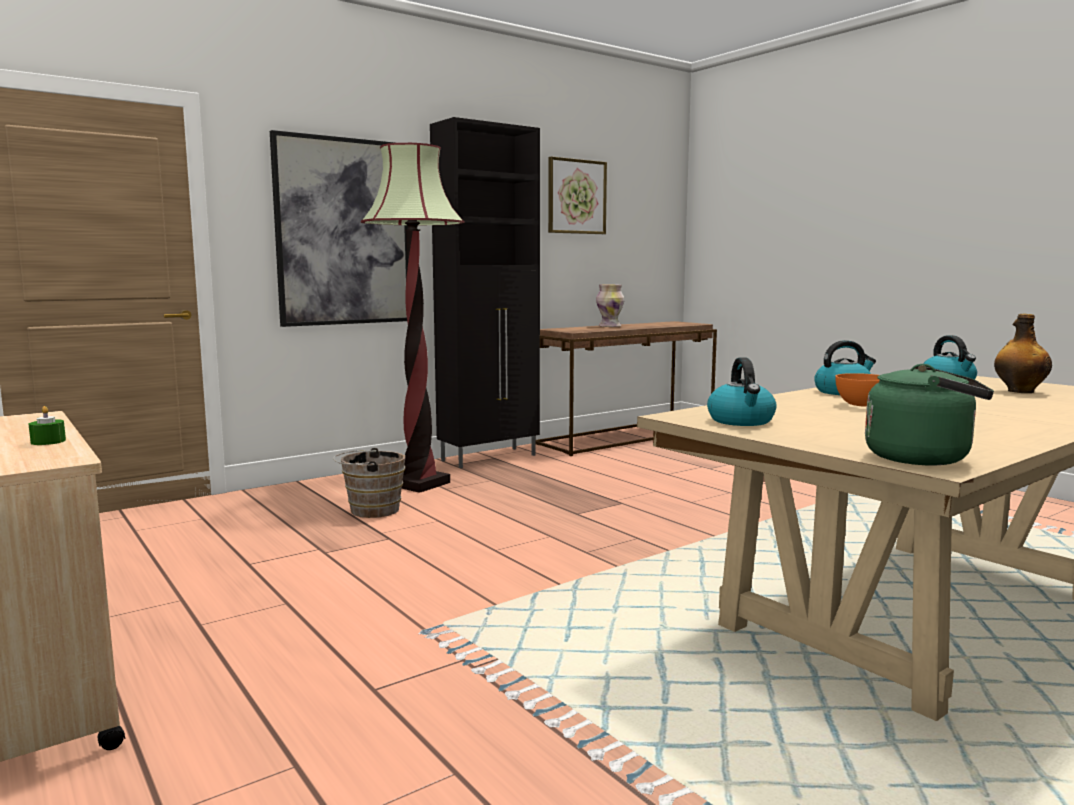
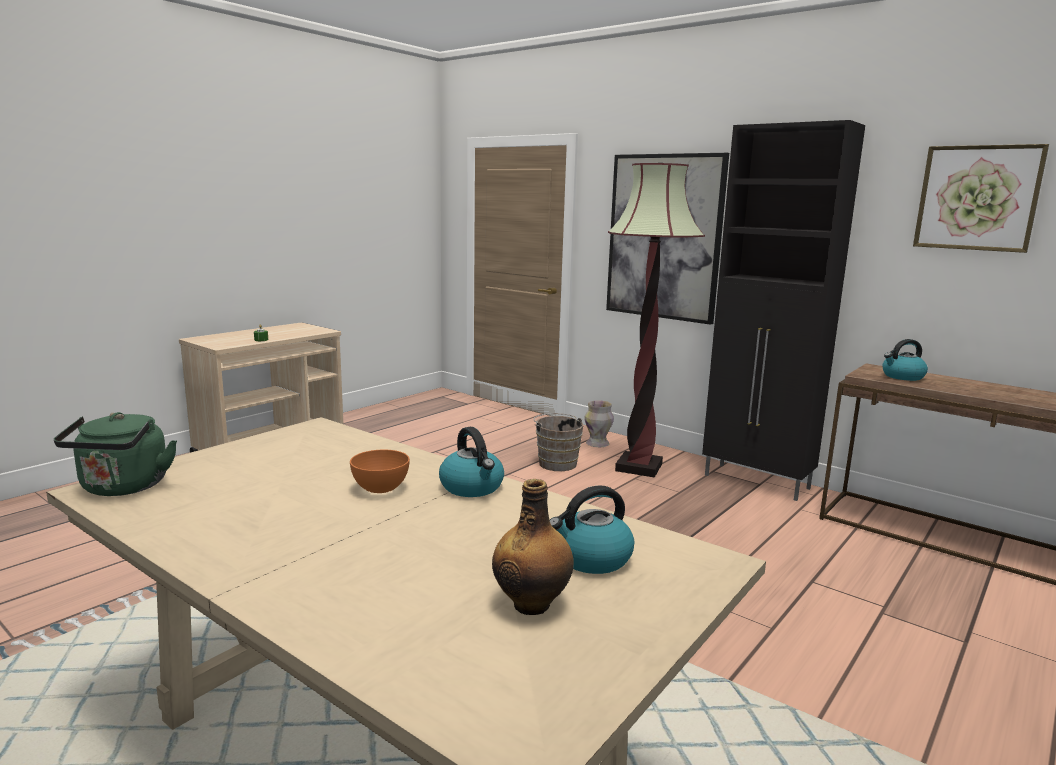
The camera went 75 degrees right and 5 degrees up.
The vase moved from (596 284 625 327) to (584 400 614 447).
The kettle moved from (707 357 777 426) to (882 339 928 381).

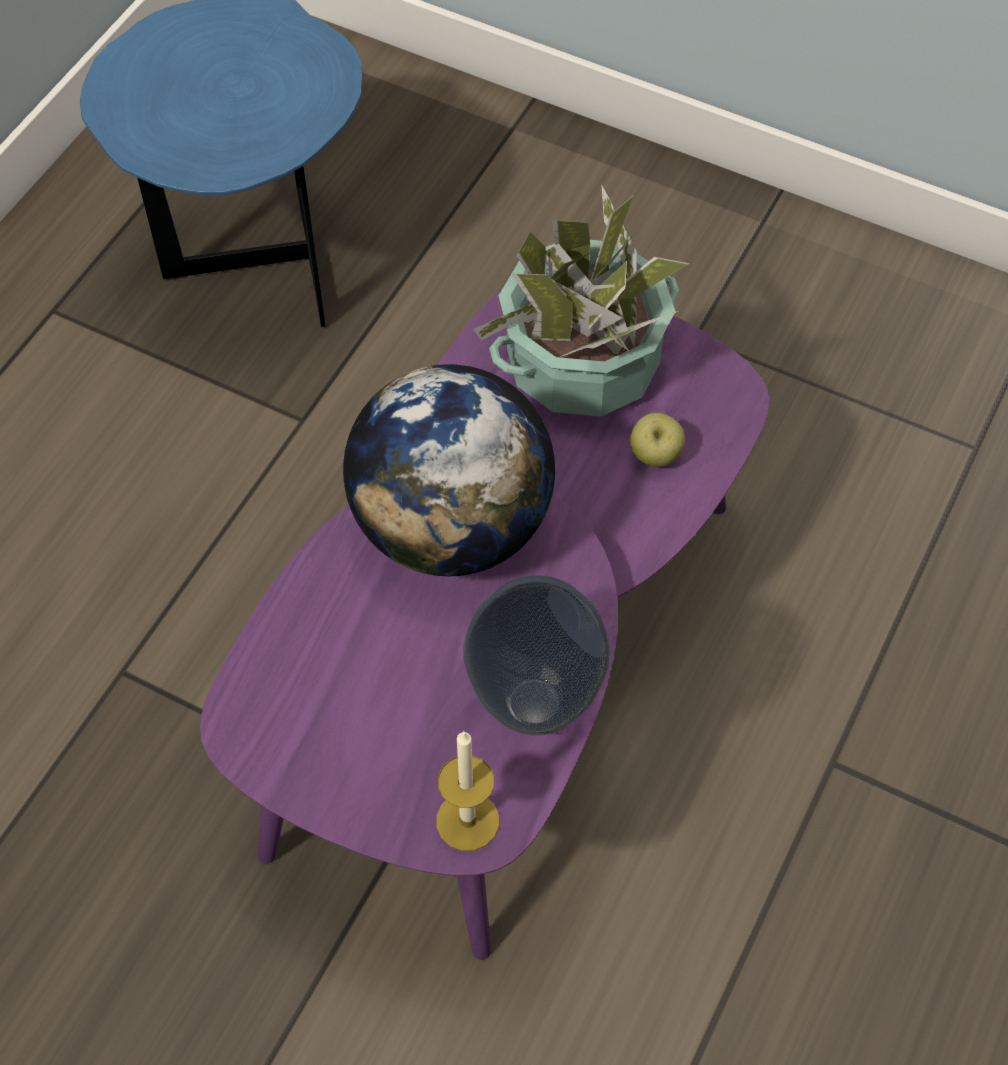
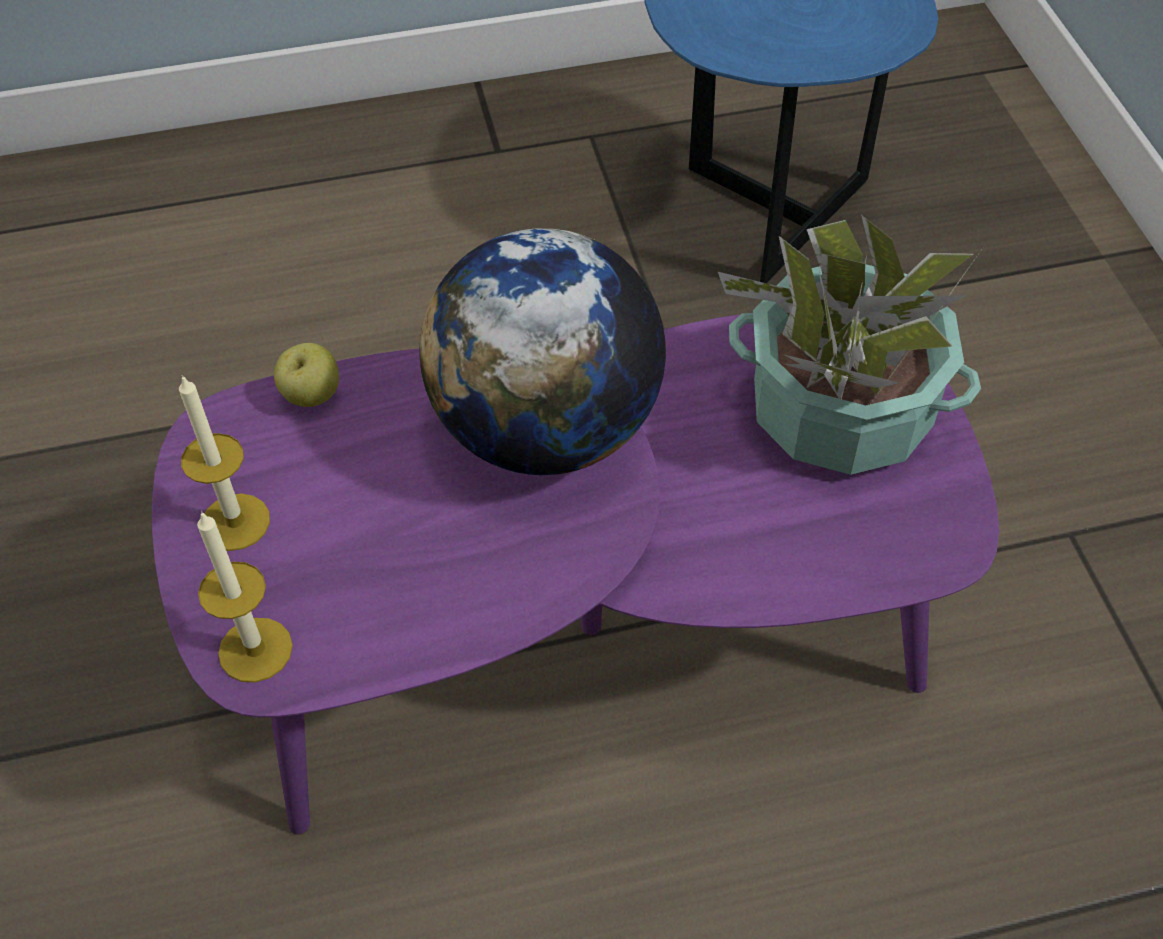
The camera went 50 degrees right and 5 degrees down.
The apple fruit moved from (630 412 685 467) to (274 343 339 407).
The vase at (463 575 610 735) disappeared.
The wax light at (179 375 270 551) appeared.

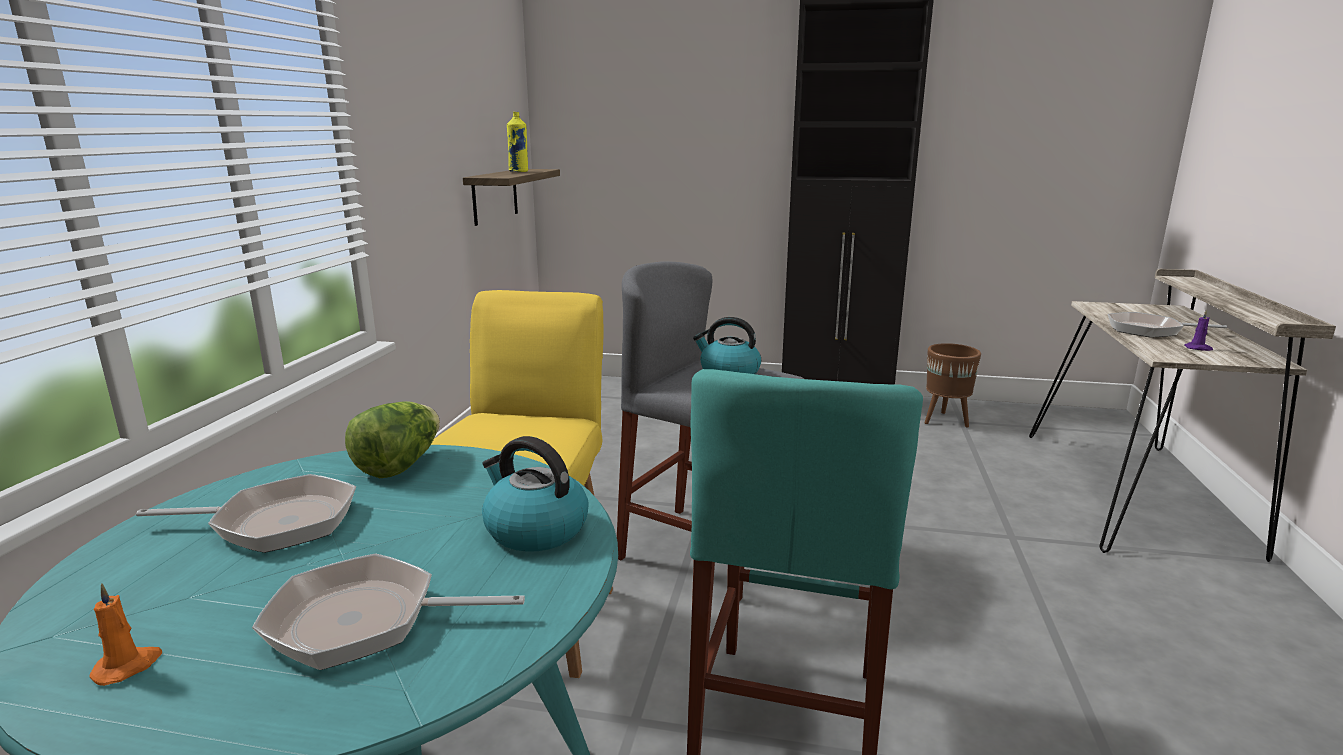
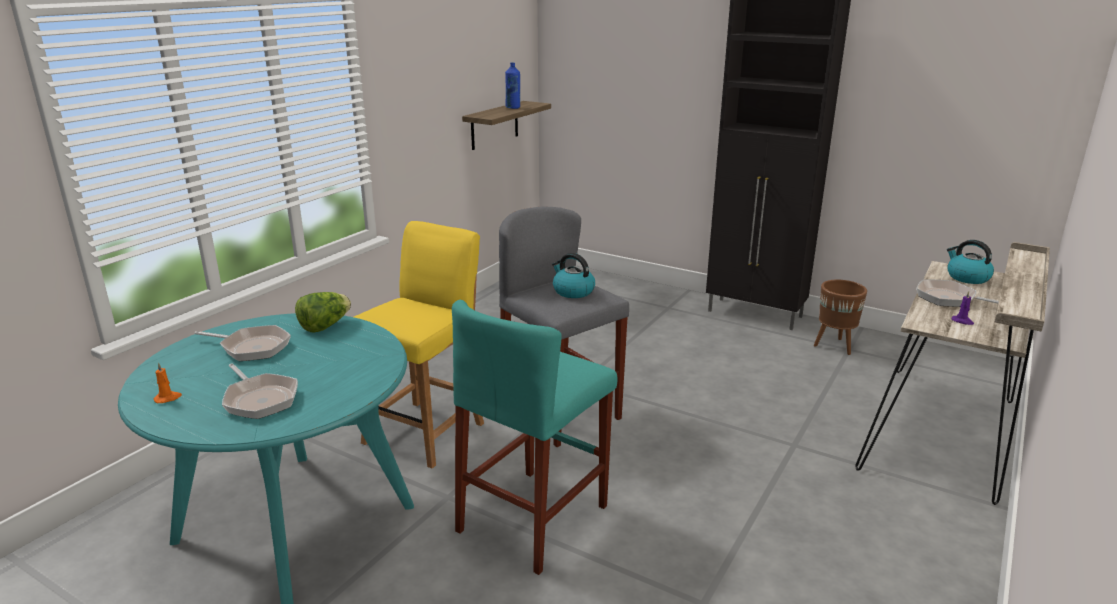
The camera went 20 degrees right and 5 degrees up.
The drink bottle/yellowish at (507 112 528 172) became the drink bottle/blue at (505 63 520 109).
The kettle moved from (482 436 589 552) to (947 240 994 284).
The pan at (252 553 525 670) turned 150 degrees counterclockwise.

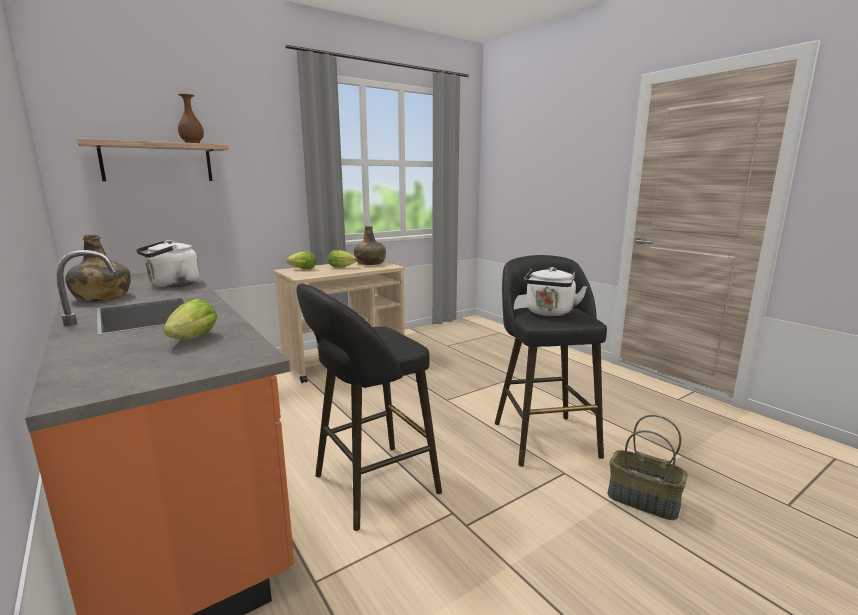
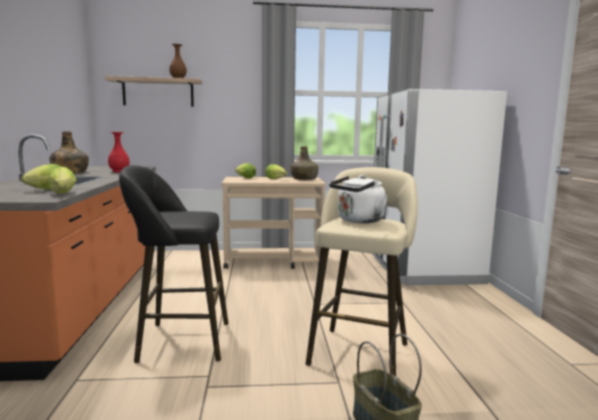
The camera went 30 degrees right and 5 degrees down.
The kettle/white-coloured at (136 240 200 288) was replaced by the vase/reddish at (108 132 130 172).
The sitting stool/black-coloured at (495 255 607 467) became the sitting stool/sand-coloured at (306 167 418 376).
The refrigerator/white-coloured at (372 89 507 285) appeared.
The head of lettuce at (48 166 77 194) appeared.

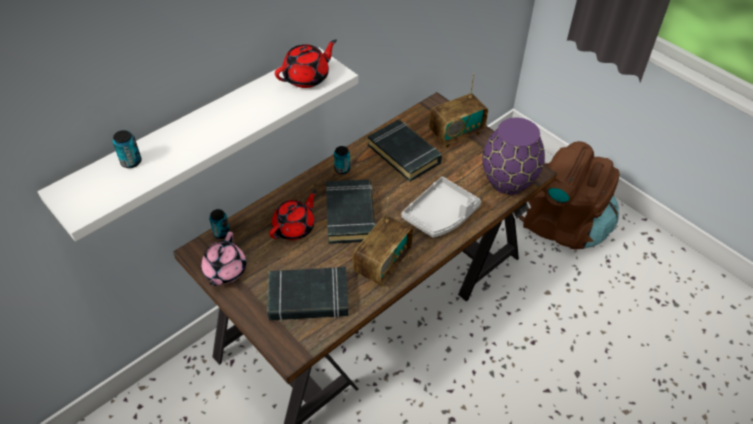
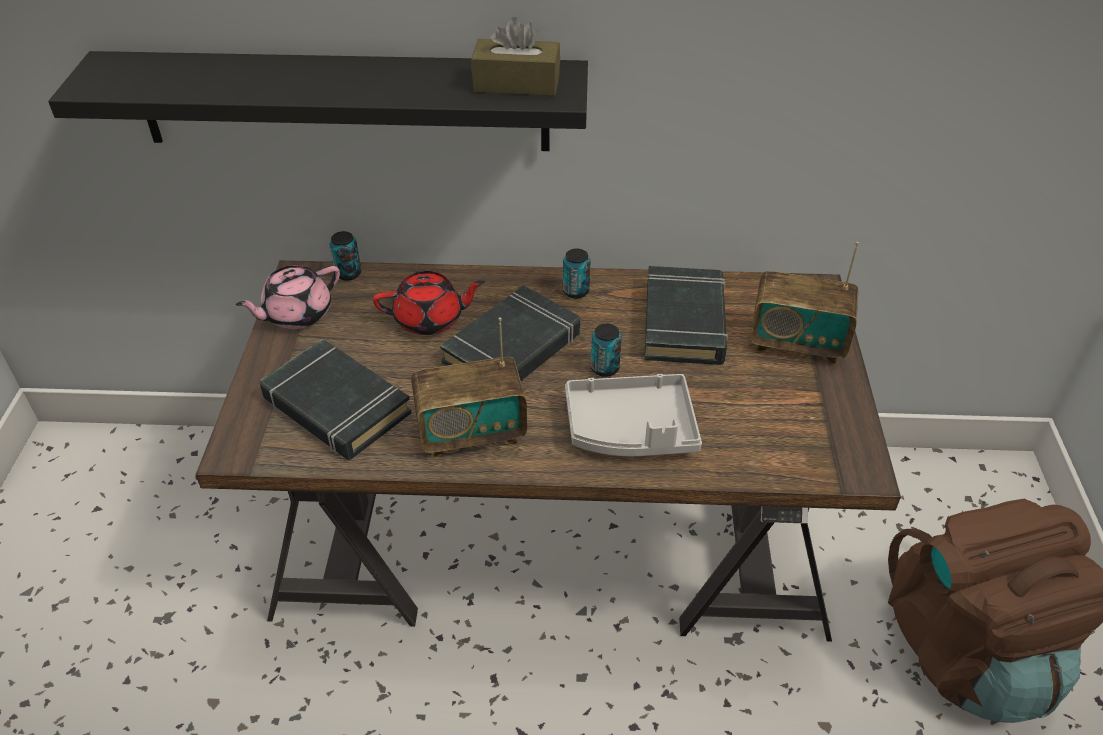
The camera went 45 degrees right and 5 degrees down.
The teapot/reddish at (275 39 337 88) was replaced by the tissue box/brown at (471 17 560 96).
The bracket shelf/white-coloured at (38 47 358 241) became the bracket shelf/black-coloured at (48 51 588 151).
The vase/purplish at (482 118 545 195) disappeared.
The can moved from (113 130 142 168) to (591 323 622 377).

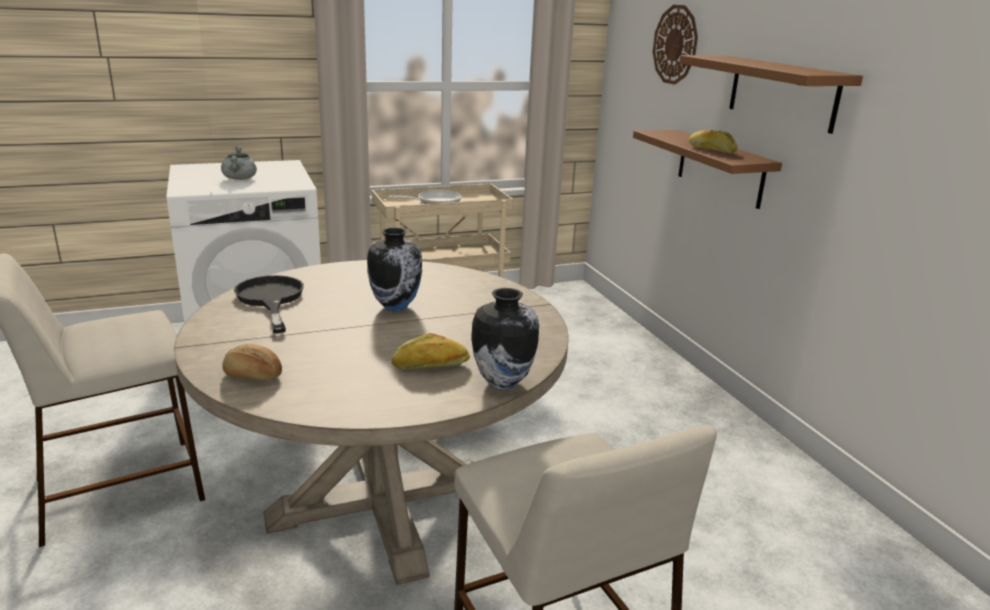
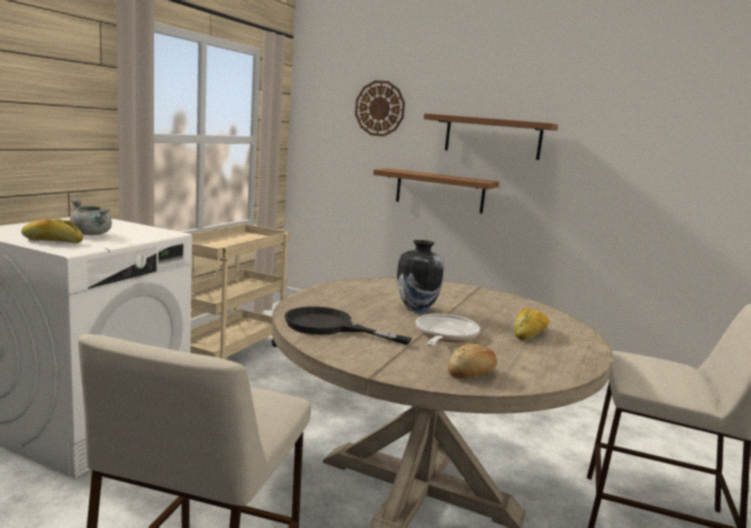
The camera went 45 degrees left and 10 degrees down.
The bread moved from (689 130 737 153) to (21 219 83 243).
The pan moved from (388 190 461 204) to (416 314 480 347).
The vase at (471 288 539 390) disappeared.

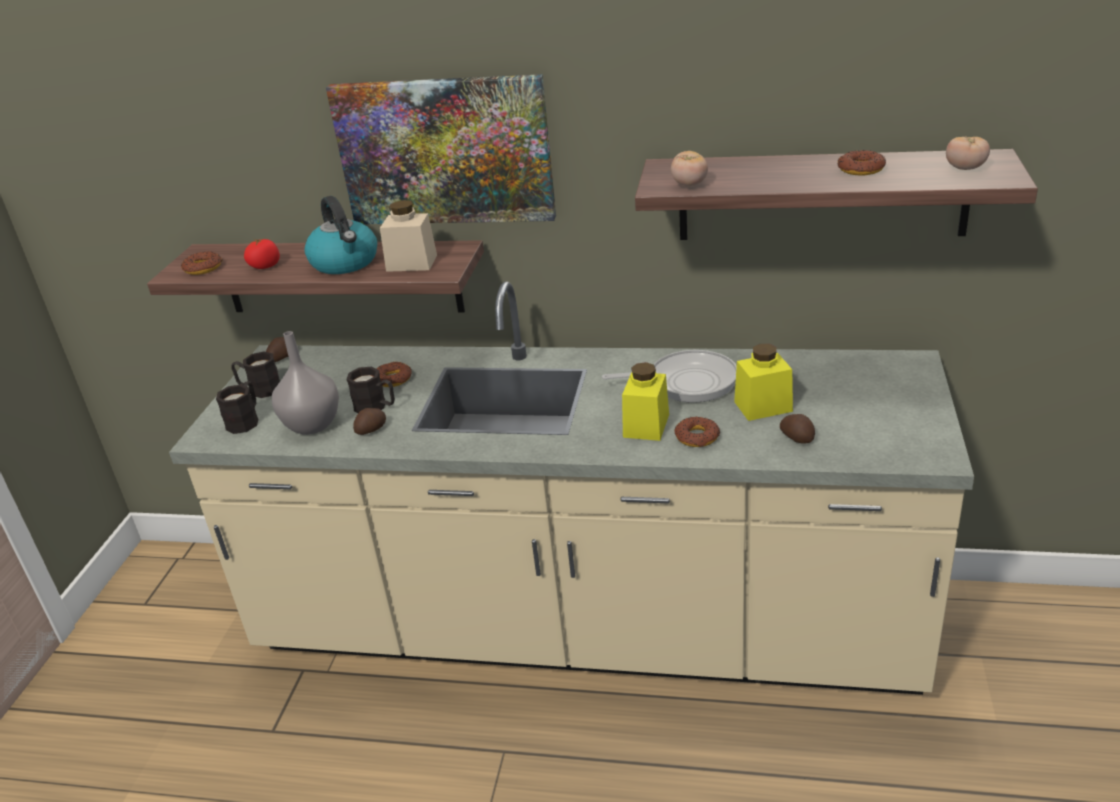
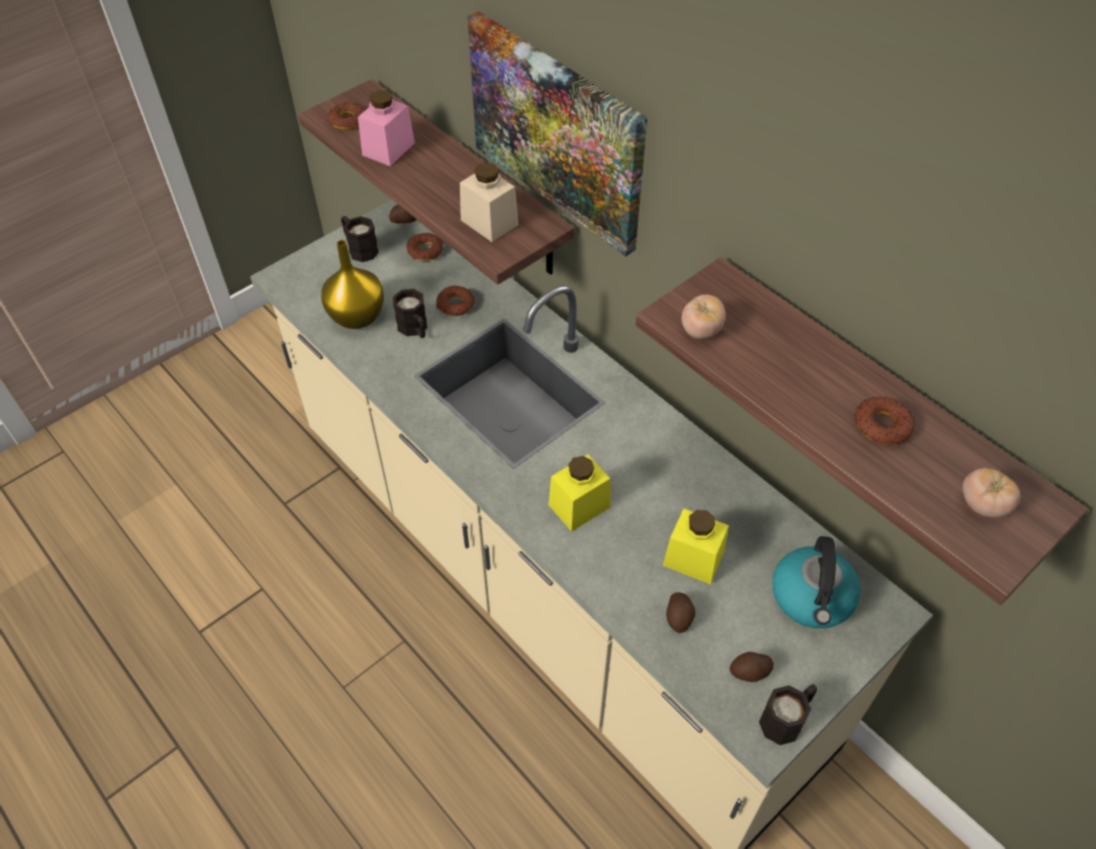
The camera went 35 degrees right and 20 degrees up.
The kettle moved from (305 196 377 274) to (772 536 861 628).
The tomato at (244 238 280 269) was replaced by the storage jar/pinkish at (358 90 415 166).
The vase/gray at (272 331 339 435) became the vase/yellowish at (321 240 384 329).
The pan at (602 350 737 403) disappeared.
The tea mug/black-coloured moved from (216 381 258 434) to (759 684 817 745).
The potato moved from (353 408 386 435) to (730 652 774 682).
The ring doughnut moved from (674 416 720 447) to (406 233 443 261).

